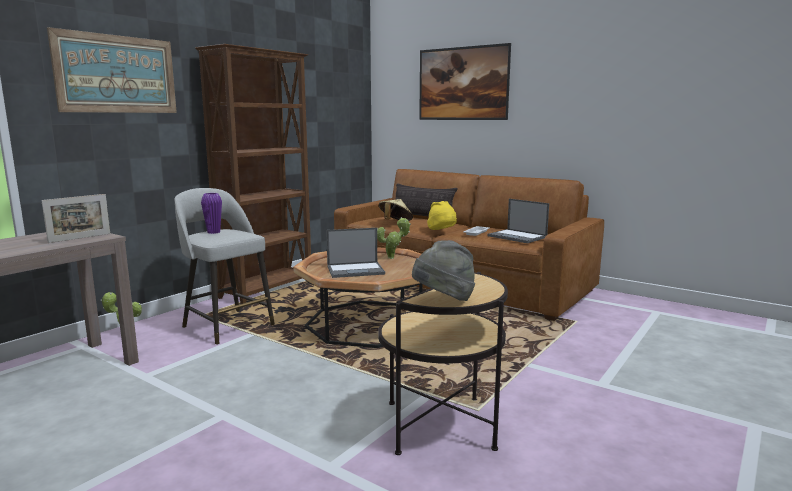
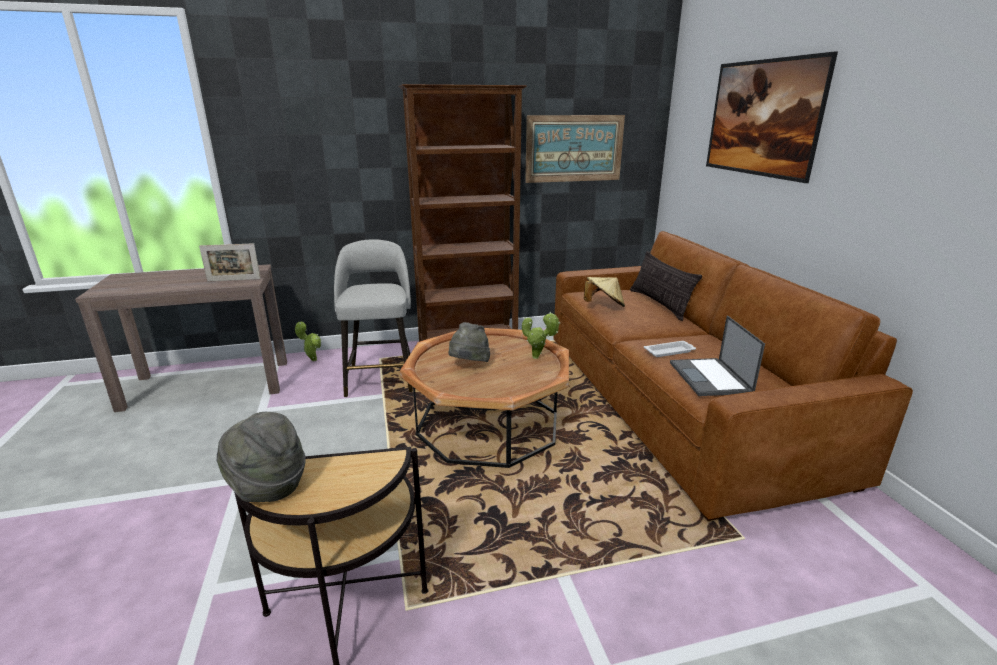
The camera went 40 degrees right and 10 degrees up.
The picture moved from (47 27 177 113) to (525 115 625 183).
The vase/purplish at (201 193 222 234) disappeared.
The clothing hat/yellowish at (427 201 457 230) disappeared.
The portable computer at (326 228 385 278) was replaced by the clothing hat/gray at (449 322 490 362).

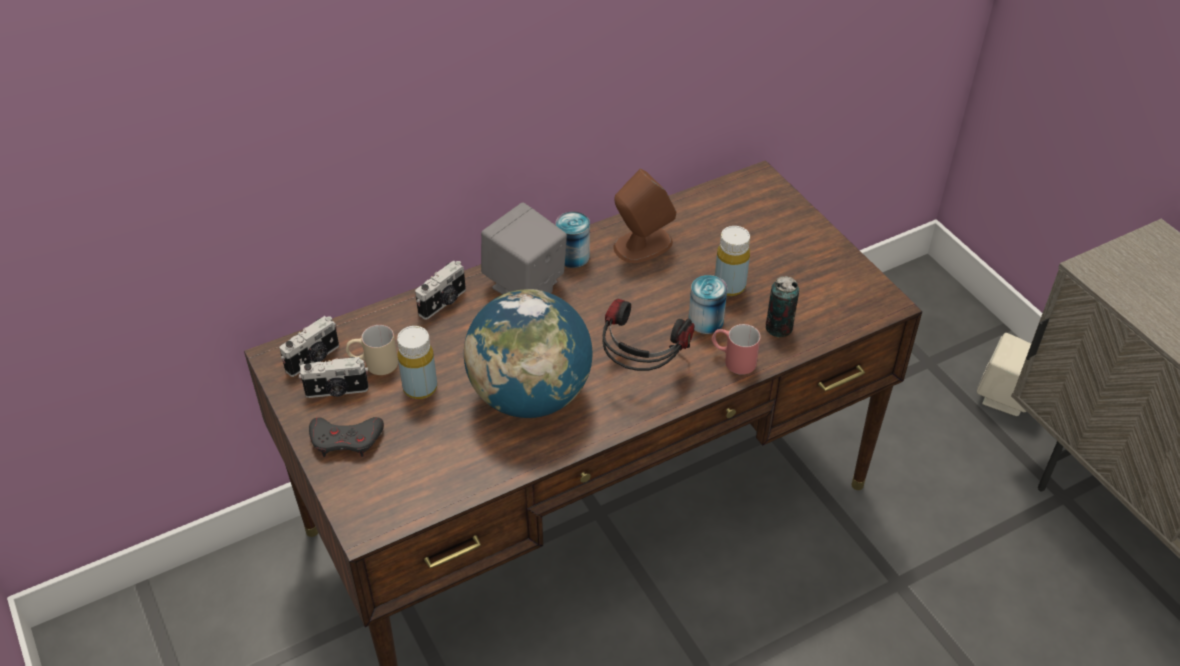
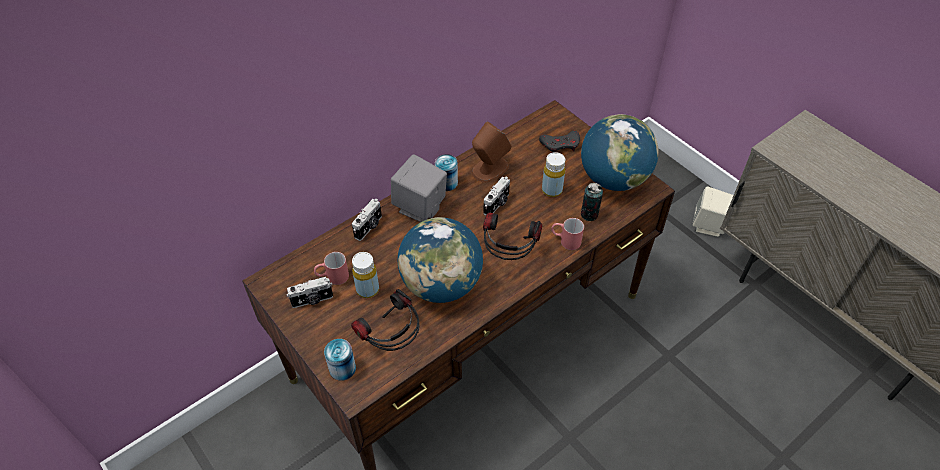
The camera went 10 degrees left and 5 degrees up.
The can moved from (689 275 727 334) to (324 339 356 381).
The still camera moved from (280 316 339 377) to (483 177 510 216).
The tea mug/sand-coloured at (346 325 398 375) became the tea mug/reddish at (314 252 349 285).
The gamepad/gray moved from (309 417 384 457) to (539 131 580 153).
The world globe at (581 114 659 191) appeared.
The pair of headphones at (351 289 420 351) appeared.

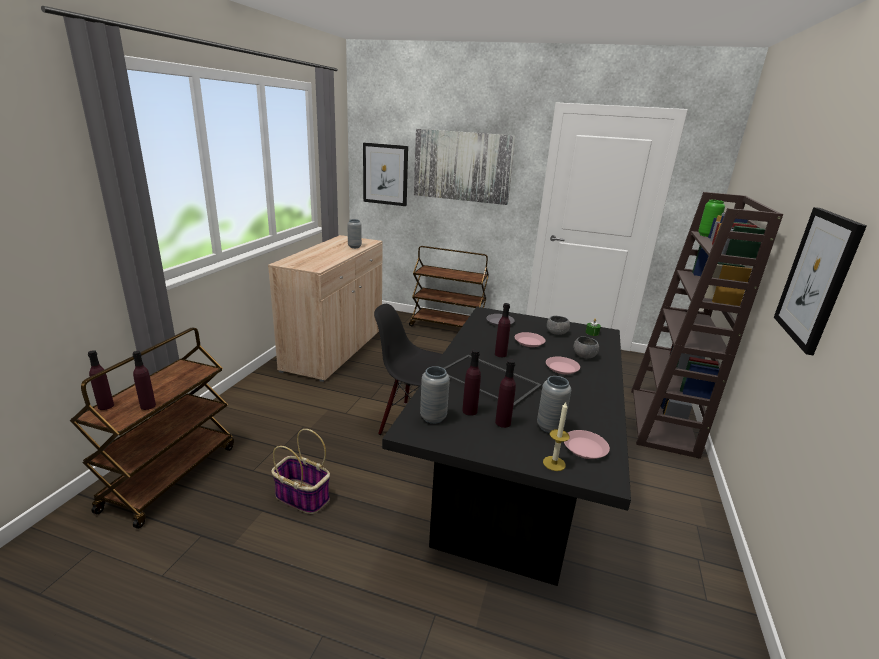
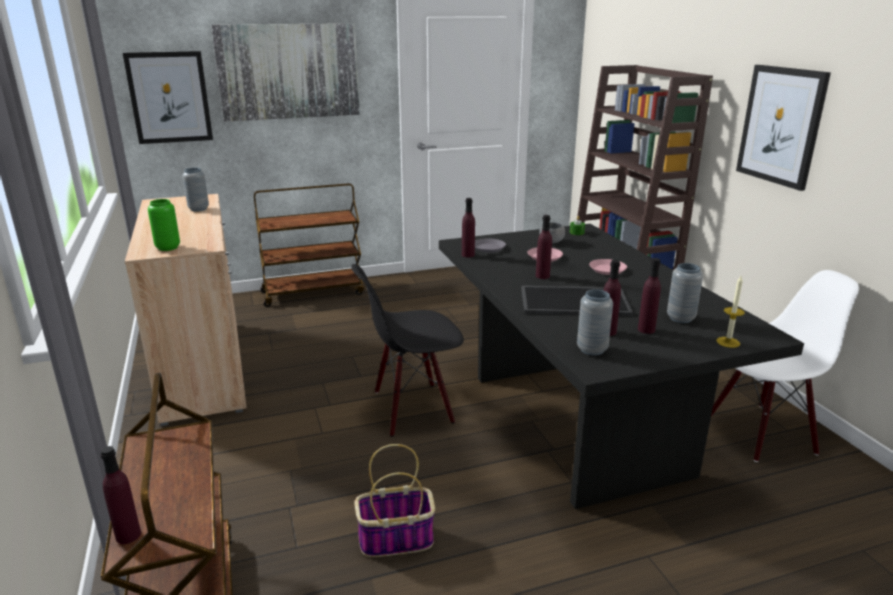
The camera went 35 degrees left and 0 degrees up.
The vase/green moved from (698 200 725 237) to (148 199 180 251).
The deep dish/gray at (574 336 599 358) disappeared.
The drink bottle/purplish moved from (132 351 156 410) to (462 198 475 258).
The dinner plate/pinkish at (564 430 610 459) disappeared.
The chair/white-coloured at (711 270 859 462) appeared.

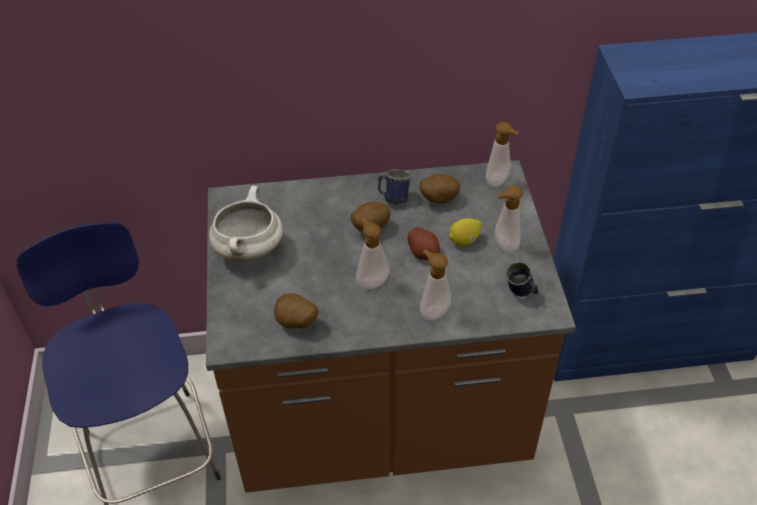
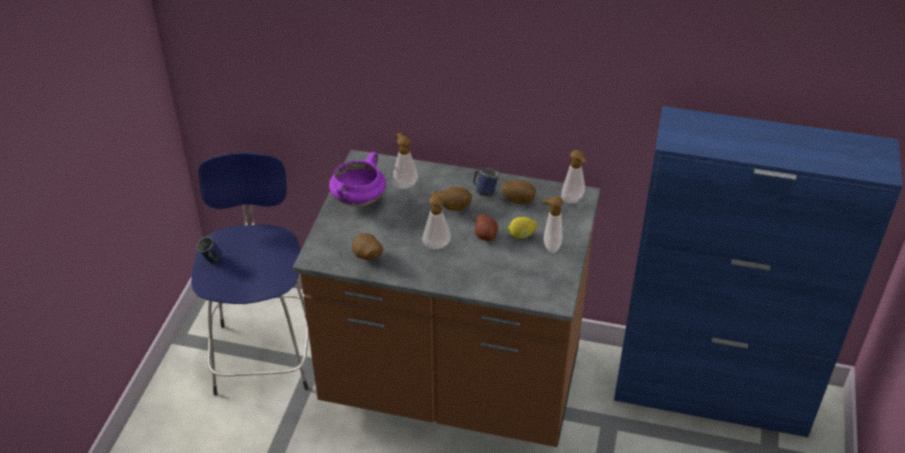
The camera went 20 degrees right and 5 degrees down.
The stockpot/white-coloured at (209 186 283 262) became the stockpot/purplish at (329 152 386 207).
The soap bottle moved from (420 249 451 321) to (392 133 418 189).
The tea mug/blue moved from (505 261 539 297) to (197 237 223 263).

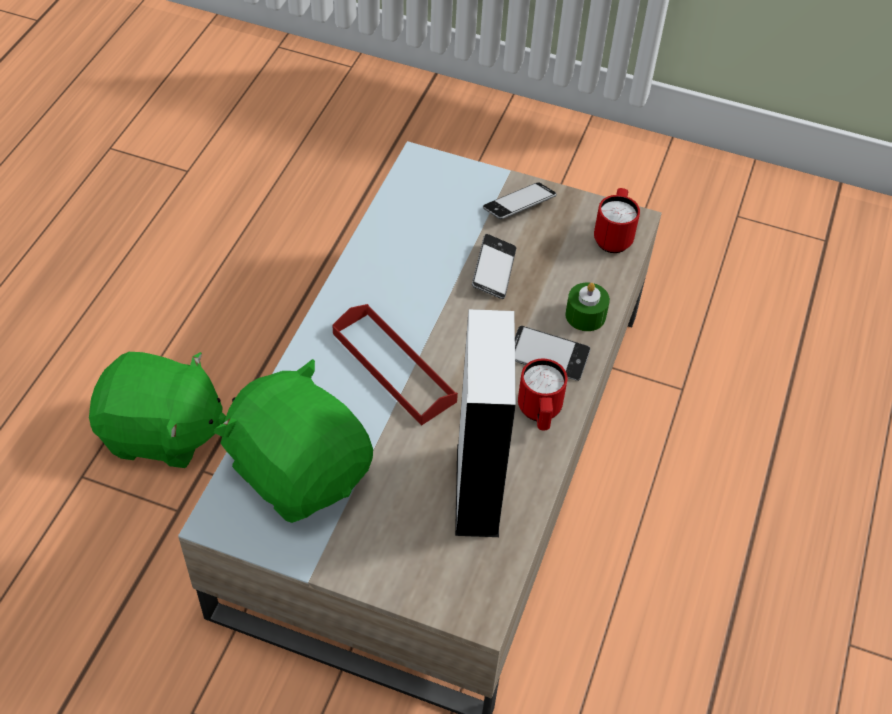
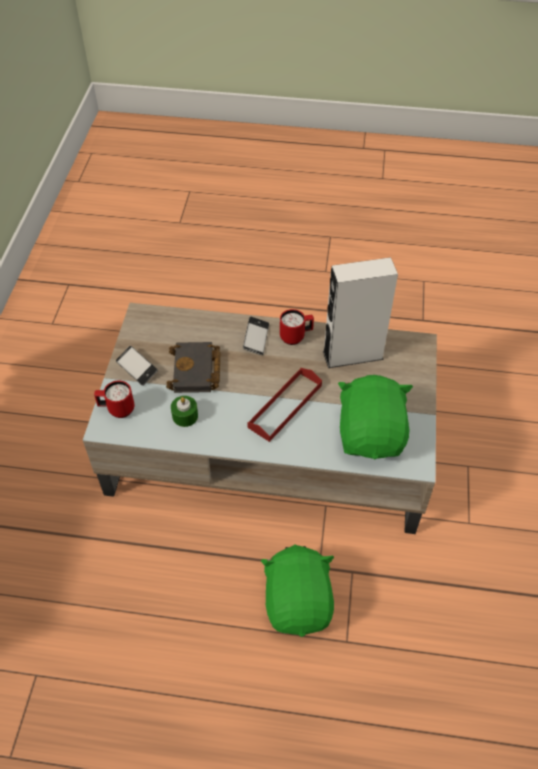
The camera went 100 degrees left and 0 degrees up.
The tea mug/reddish moved from (594 188 640 253) to (94 381 134 418).
The phone at (472 234 516 299) was replaced by the volume/black-coloured at (166 342 220 393).
The wax light/green moved from (565 283 610 331) to (171 396 198 427).
The soft toy/green at (214 359 373 523) turned 150 degrees clockwise.

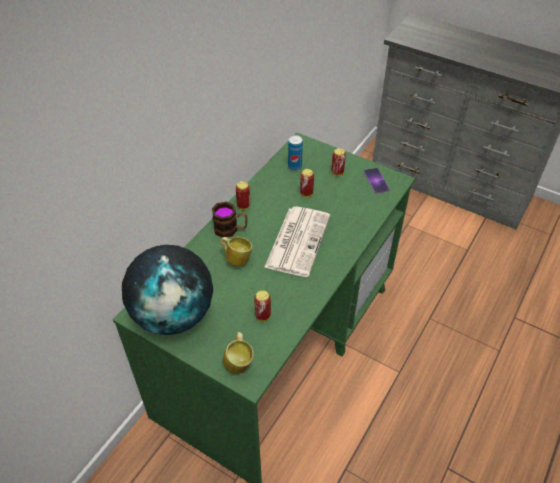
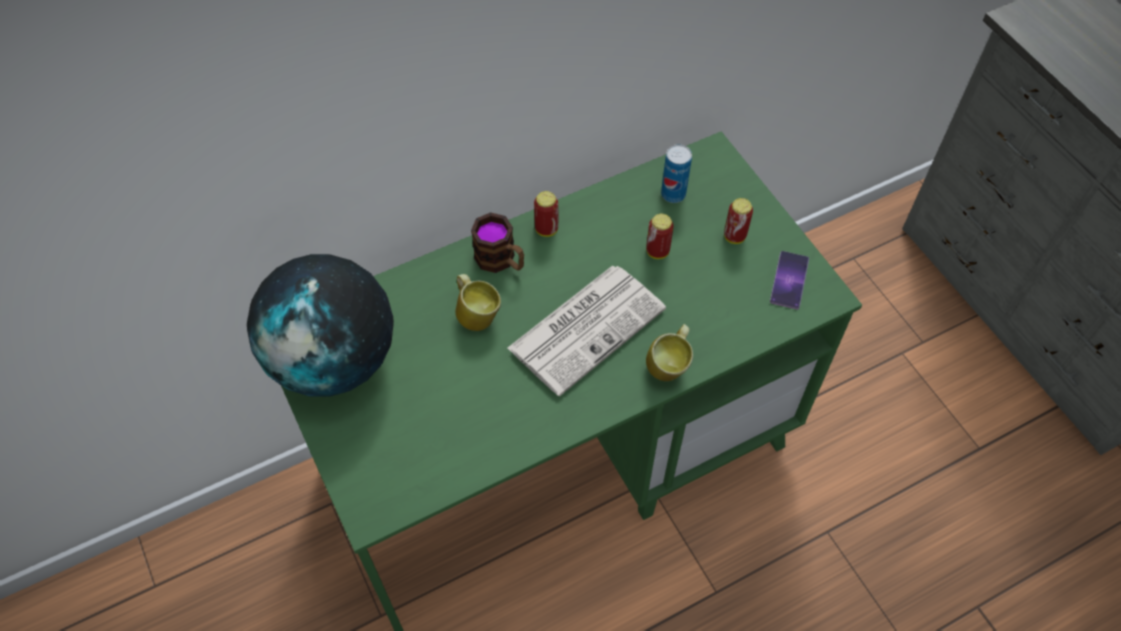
The camera went 30 degrees right and 10 degrees up.
The can at (254 290 271 321) disappeared.
The tea mug moved from (223 332 254 374) to (646 324 693 381).

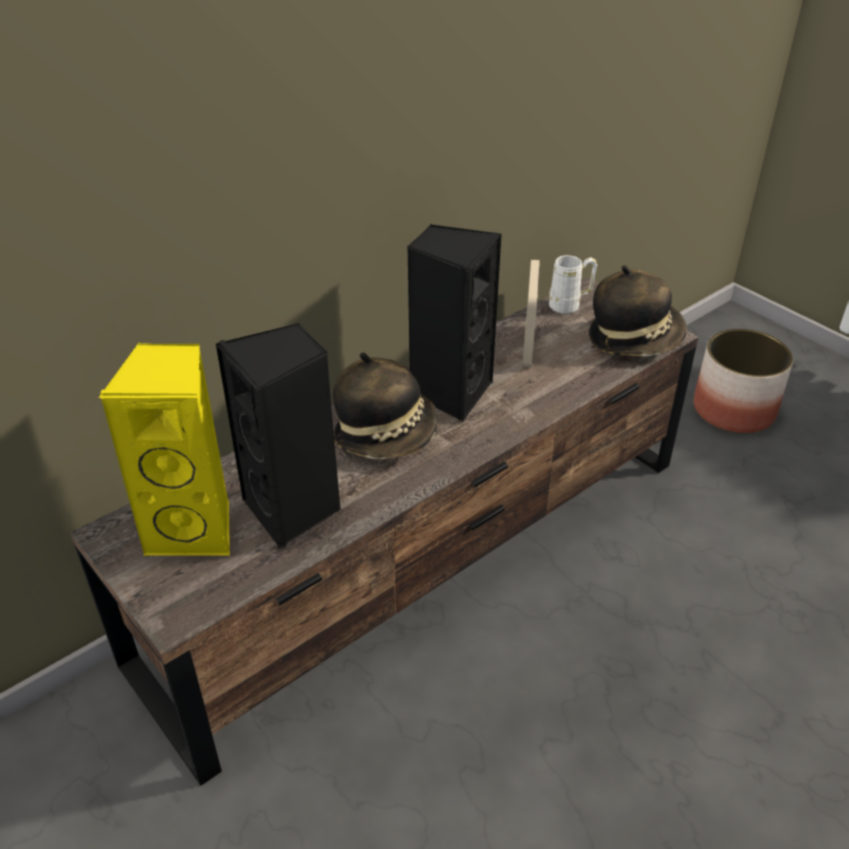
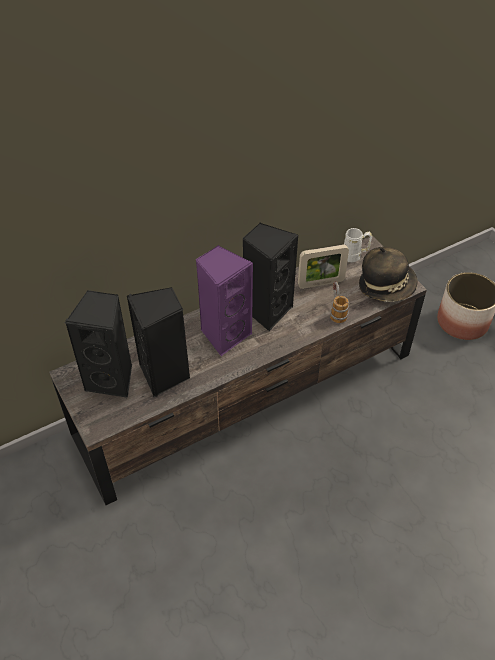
The camera went 10 degrees right and 10 degrees up.
The picture frame at (523 260 540 367) turned 120 degrees counterclockwise.
The speaker/yellowish at (99 343 230 556) became the speaker/black-coloured at (65 290 132 398).
The clothing hat at (333 352 438 459) was replaced by the speaker/purplish at (195 245 253 356).
The tea mug at (330 281 349 323) appeared.

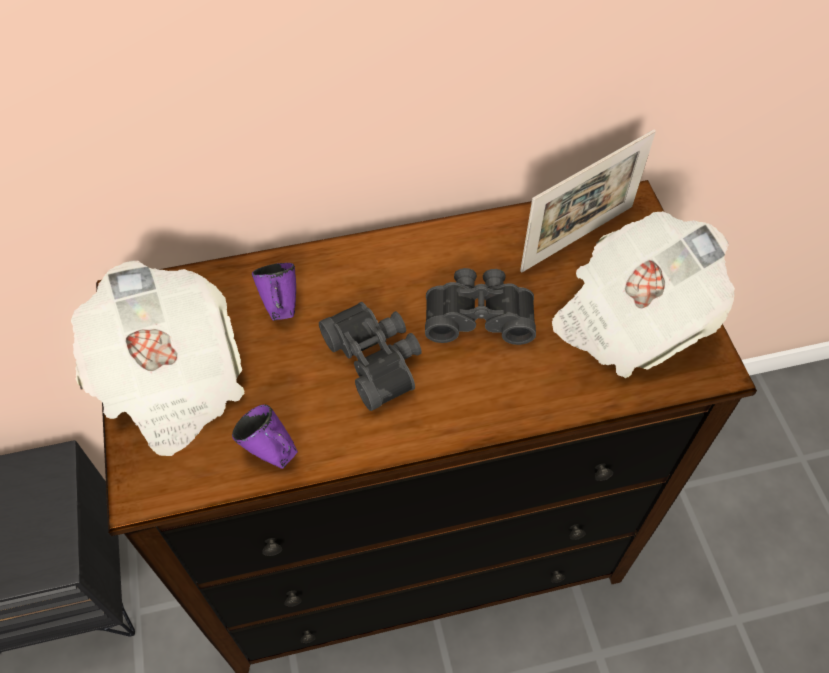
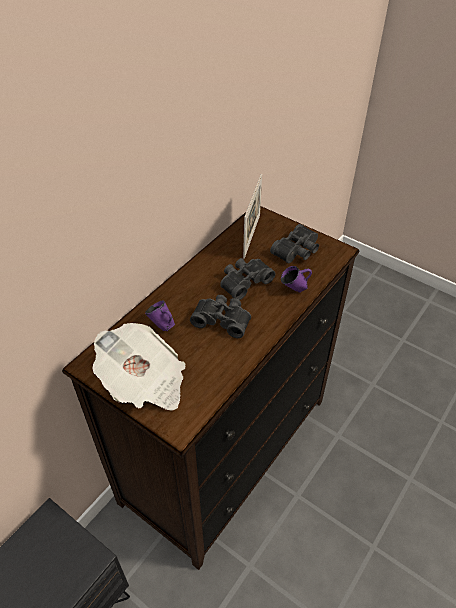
The camera went 40 degrees left and 10 degrees down.
The daily paper at (552 211 735 378) was replaced by the pair of binoculars/black-coloured at (270 224 319 263).
The tea mug/purplish moved from (232 405 298 469) to (281 266 312 292).

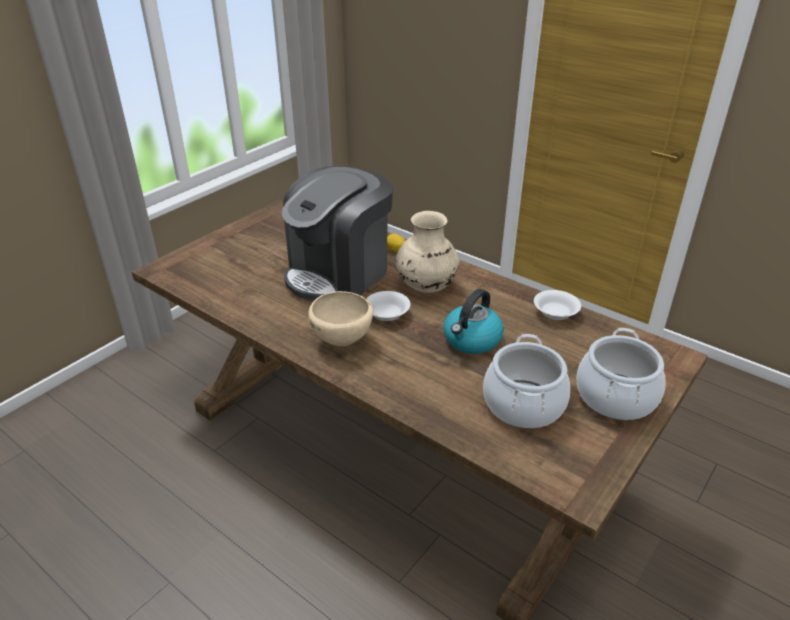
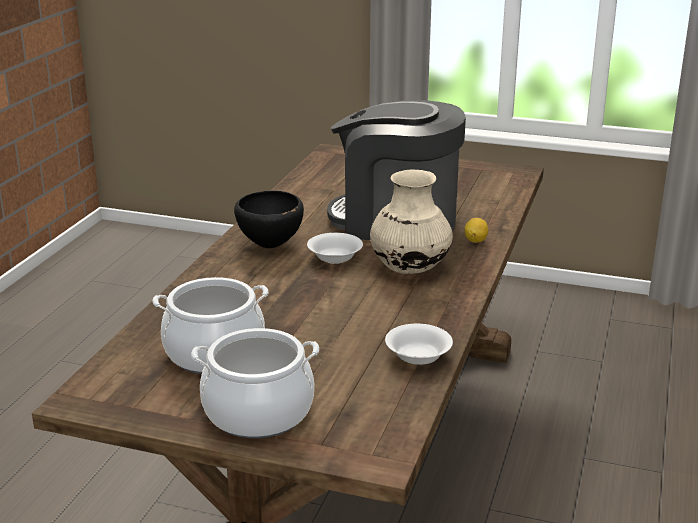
The camera went 70 degrees right and 10 degrees down.
The kettle at (443 289 504 354) disappeared.
The deep dish/sand-coloured at (309 291 373 346) became the deep dish/black-coloured at (234 191 304 248).

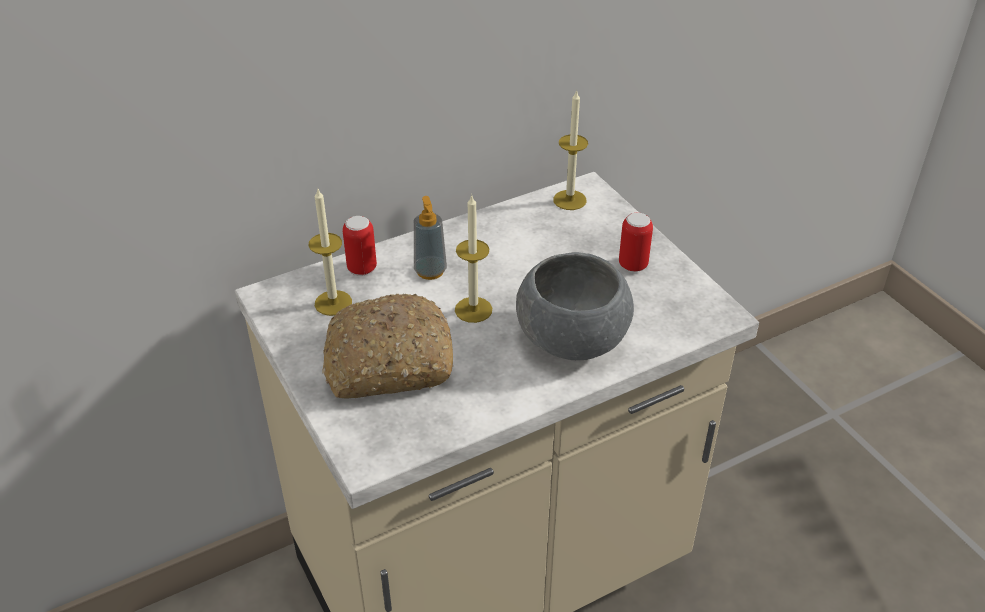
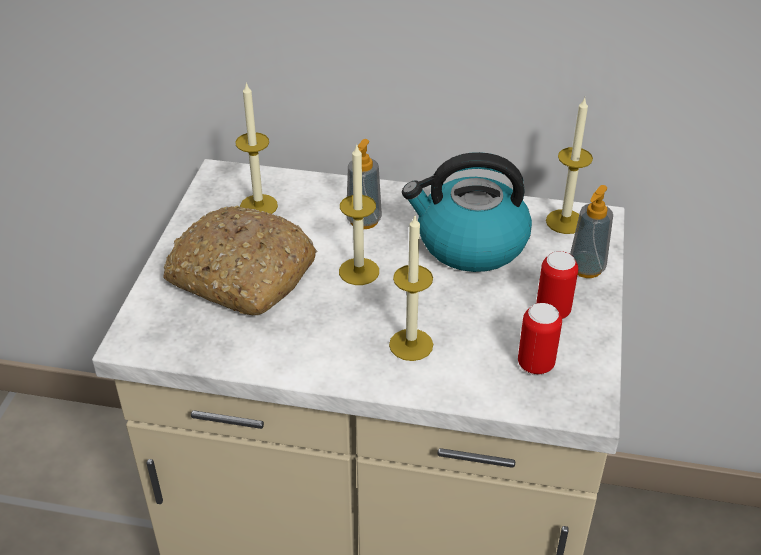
The camera went 40 degrees right and 0 degrees up.
The can moved from (343 216 377 276) to (518 303 562 375).
The deep dish/gray at (516 252 634 360) was replaced by the wax light at (389 216 433 361).
The kettle at (402 152 532 272) appeared.
The soap bottle at (570 185 613 278) appeared.

